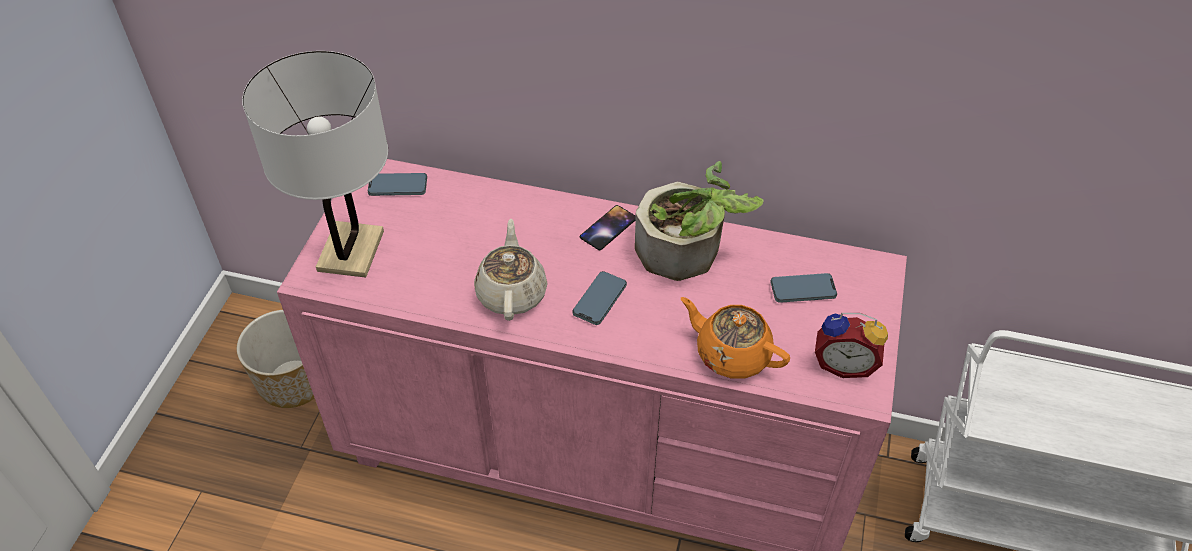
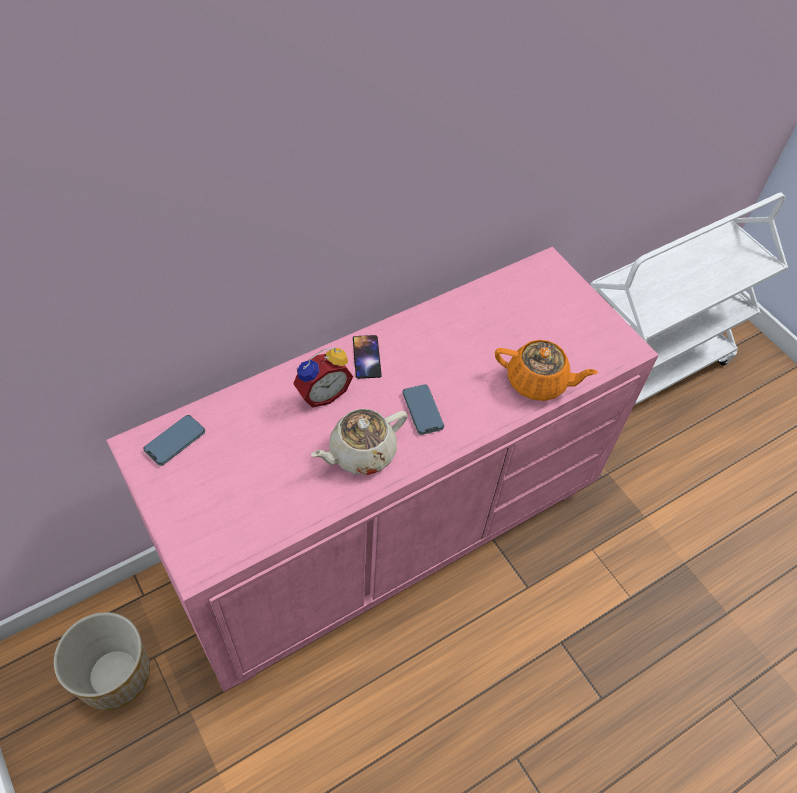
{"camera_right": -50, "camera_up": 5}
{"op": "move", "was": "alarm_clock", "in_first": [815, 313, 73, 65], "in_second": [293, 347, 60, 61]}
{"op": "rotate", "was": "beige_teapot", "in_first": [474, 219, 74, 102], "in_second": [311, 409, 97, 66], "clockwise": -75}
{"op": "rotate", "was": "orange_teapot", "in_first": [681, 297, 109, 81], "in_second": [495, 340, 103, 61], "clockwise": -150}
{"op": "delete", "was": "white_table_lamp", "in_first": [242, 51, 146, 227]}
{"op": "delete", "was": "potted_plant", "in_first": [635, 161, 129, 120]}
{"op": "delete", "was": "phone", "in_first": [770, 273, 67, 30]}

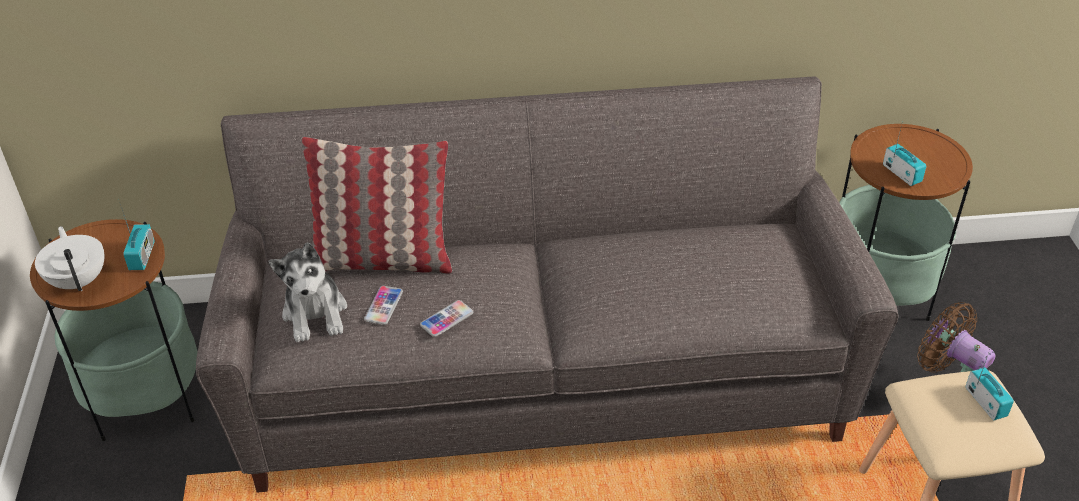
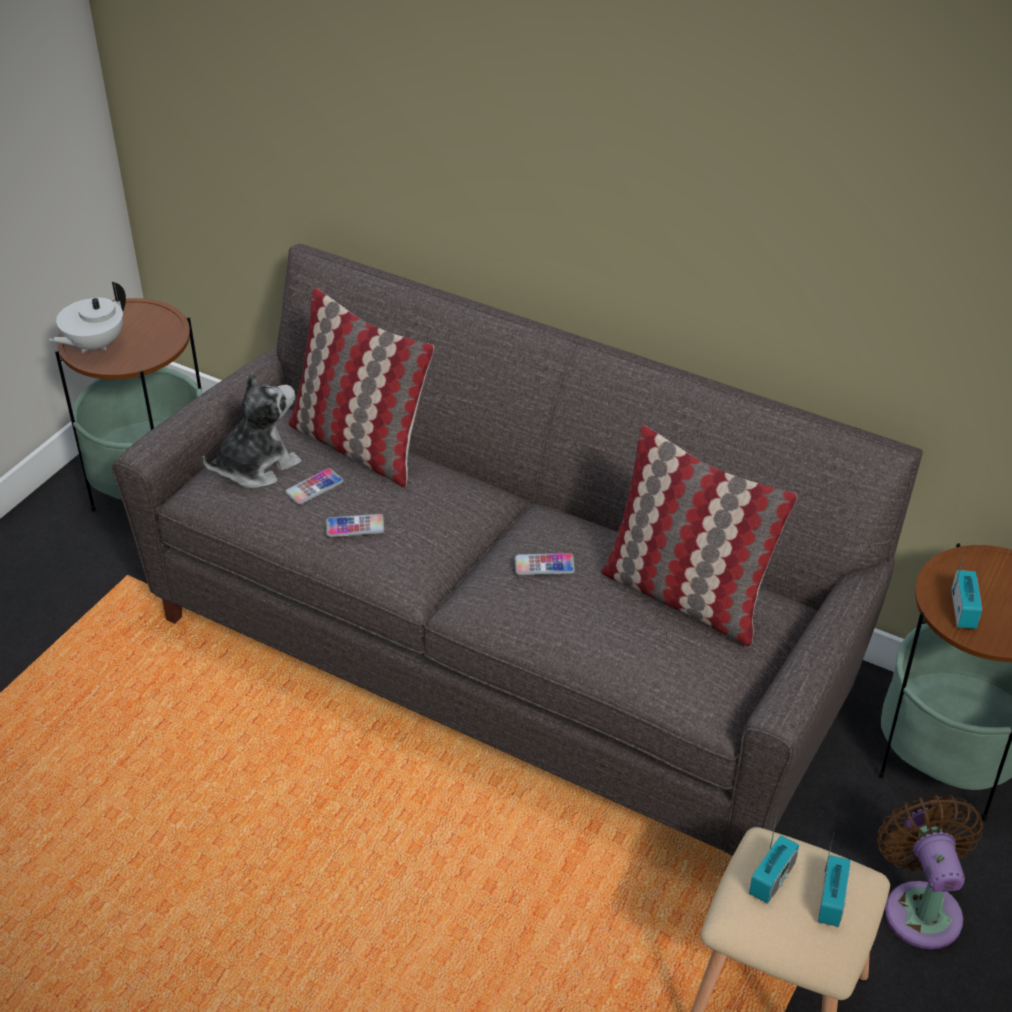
{"camera_right": 35, "camera_up": 0}
{"op": "rotate", "was": "white_teapot", "in_first": [35, 226, 69, 65], "in_second": [49, 282, 77, 71], "clockwise": -150}
{"op": "rotate", "was": "plush_toy", "in_first": [268, 242, 79, 100], "in_second": [202, 372, 100, 116], "clockwise": -150}
{"op": "insert", "now": "phone", "in_second": [515, 553, 60, 22]}
{"op": "insert", "now": "pillow", "in_second": [600, 425, 197, 221]}
{"op": "move", "was": "radio", "in_first": [120, 204, 35, 66], "in_second": [749, 809, 50, 95]}

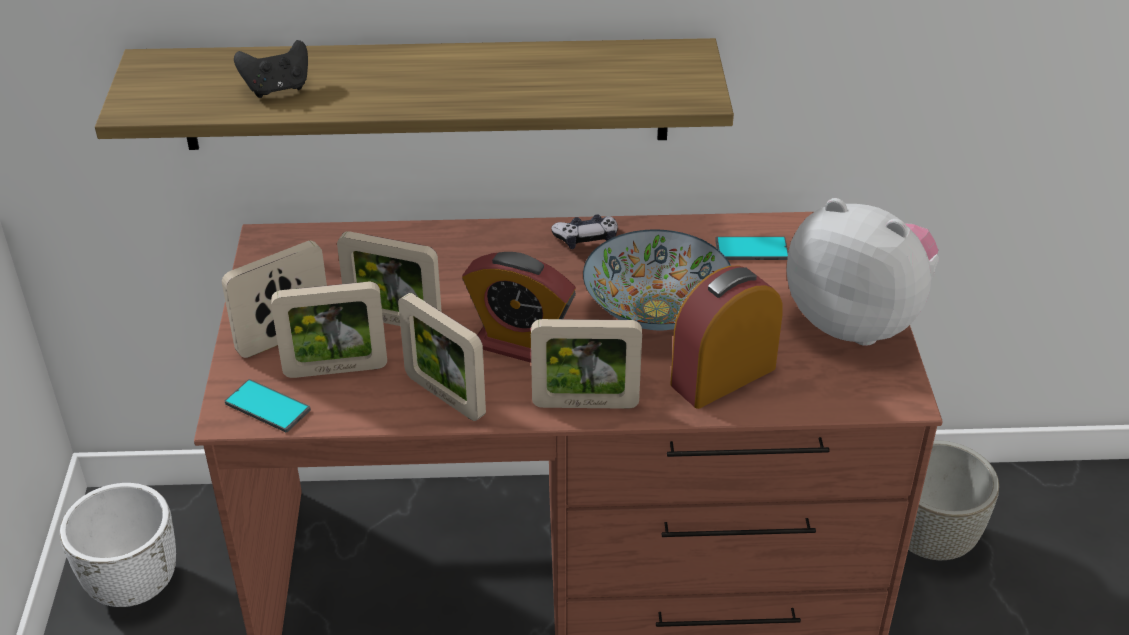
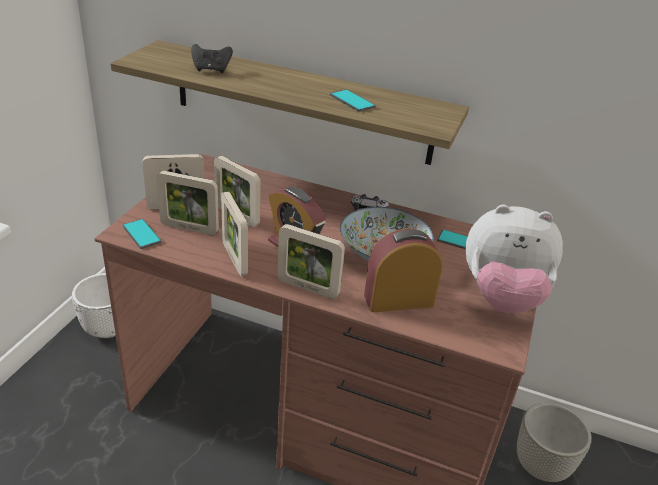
{"camera_right": 20, "camera_up": -5}
{"op": "insert", "now": "phone", "in_second": [330, 89, 46, 23]}
{"op": "rotate", "was": "plush_toy", "in_first": [786, 198, 153, 148], "in_second": [465, 205, 98, 109], "clockwise": 135}

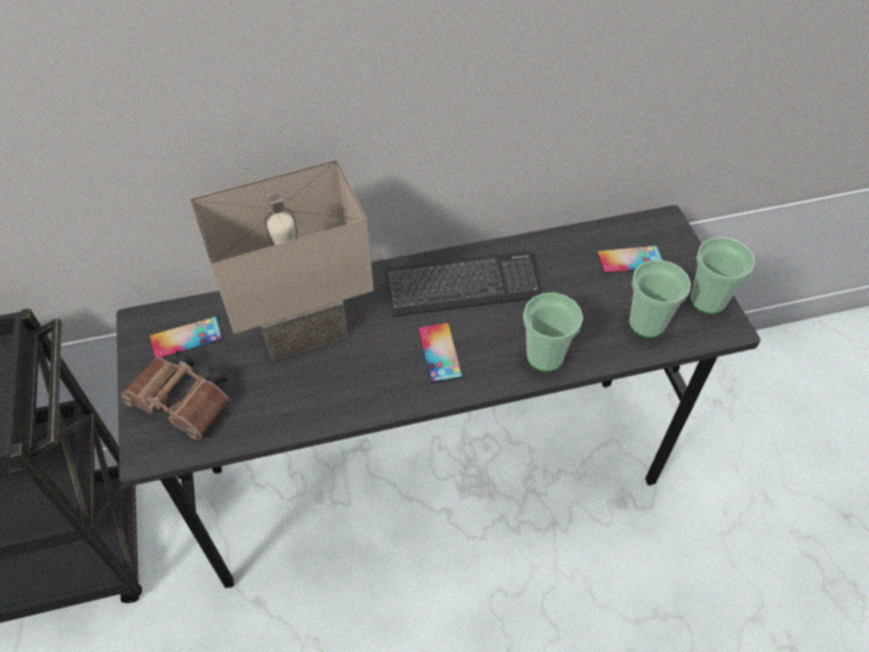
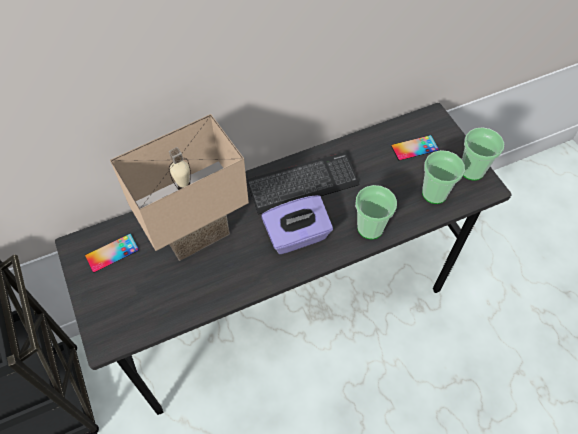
{"camera_right": -10, "camera_up": 5}
{"op": "replace", "was": "phone", "now": "purple_tissue_box", "in_first": [418, 323, 45, 60], "in_second": [261, 195, 72, 59]}
{"op": "delete", "was": "brown_binoculars", "in_first": [121, 350, 108, 90]}

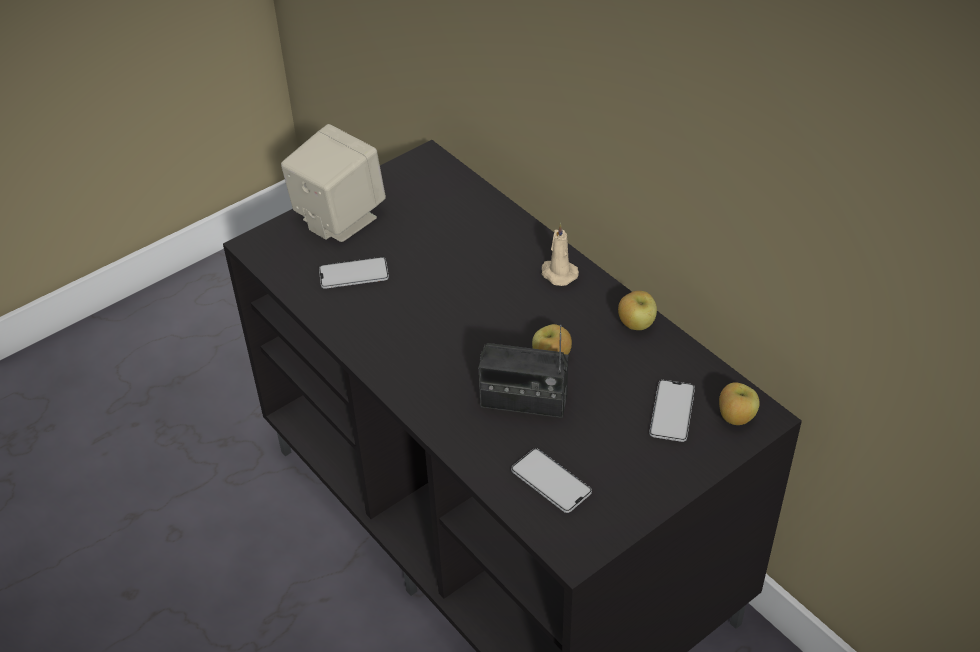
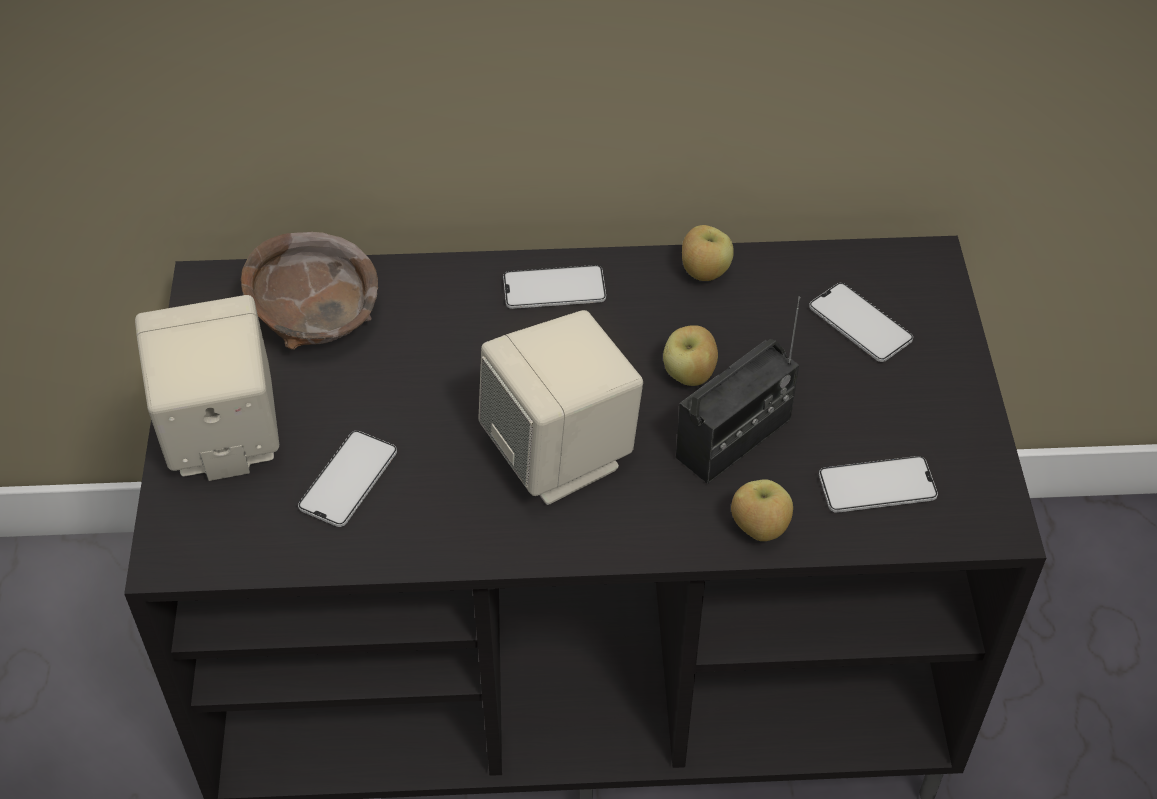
{"camera_right": -55, "camera_up": 5}
{"op": "insert", "now": "brown_bowl", "in_second": [241, 232, 137, 118]}
{"op": "insert", "now": "beige_speaker", "in_second": [478, 310, 165, 195]}
{"op": "replace", "was": "beige_candle", "now": "phone", "in_first": [541, 223, 38, 63], "in_second": [503, 265, 103, 44]}
{"op": "move", "was": "apple", "in_first": [719, 382, 41, 43], "in_second": [731, 479, 62, 62]}

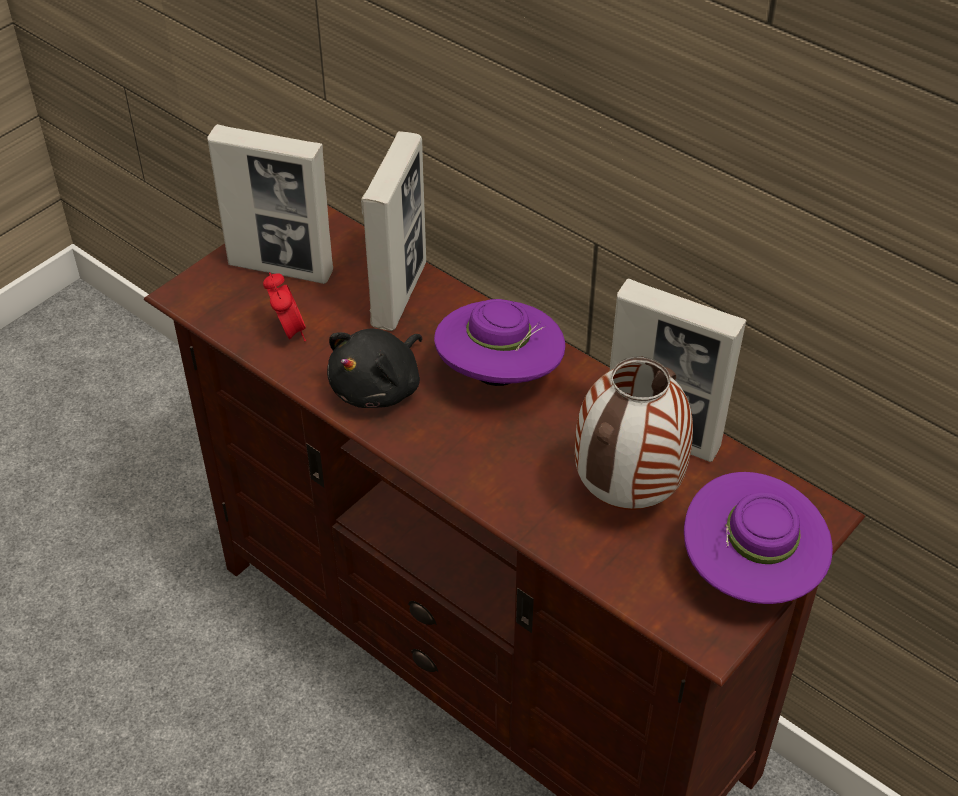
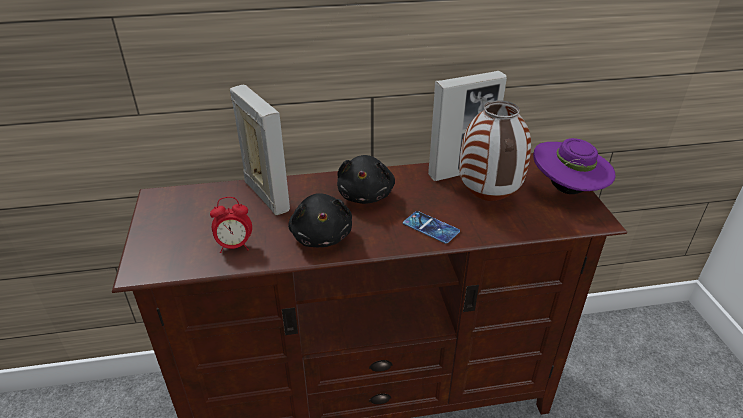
{"camera_right": -50, "camera_up": -10}
{"op": "rotate", "was": "alarm_clock", "in_first": [263, 272, 43, 70], "in_second": [210, 197, 42, 56], "clockwise": 150}
{"op": "replace", "was": "purple_hat", "now": "black_plush_toy", "in_first": [434, 299, 131, 87], "in_second": [337, 155, 58, 49]}
{"op": "insert", "now": "phone", "in_second": [403, 211, 57, 33]}
{"op": "delete", "was": "picture_frame", "in_first": [207, 124, 126, 160]}

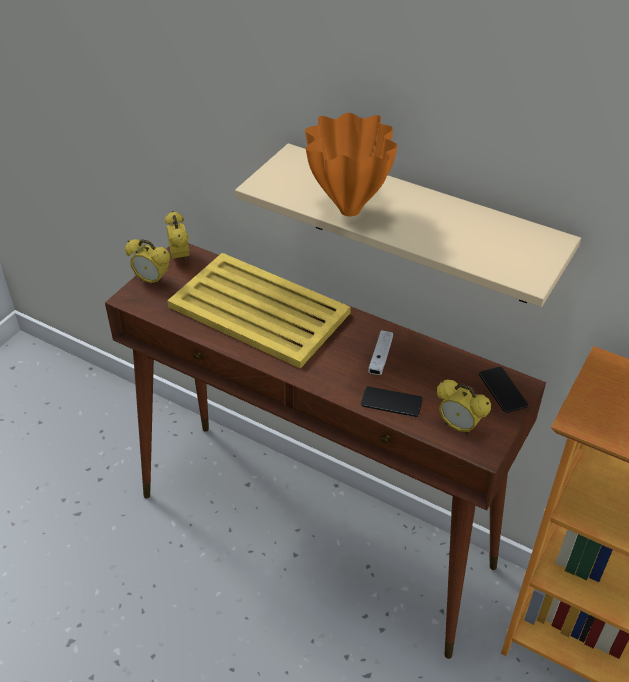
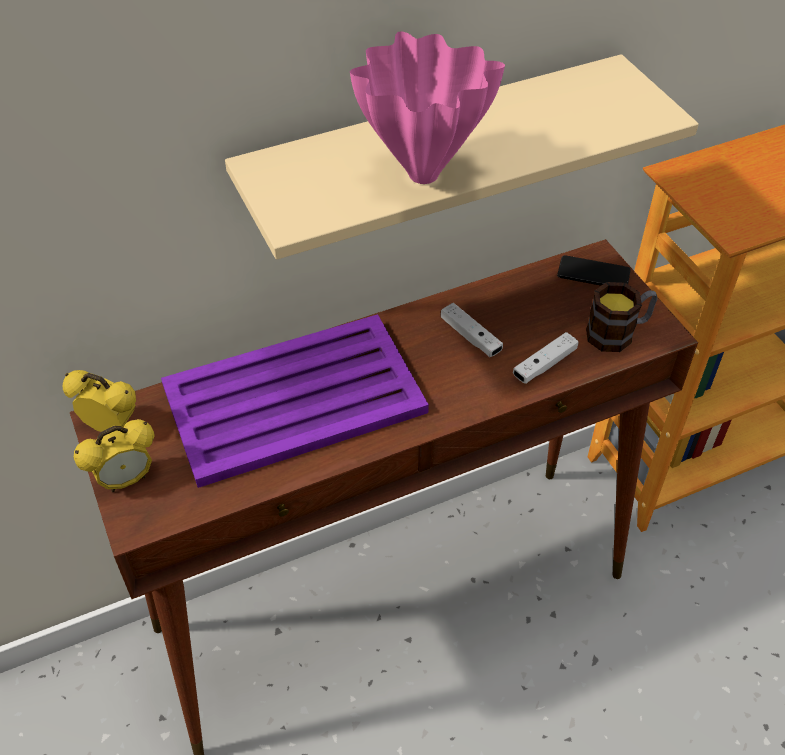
{"camera_right": -55, "camera_up": 5}
{"op": "recolor", "was": "yellow_tray", "now": "purple_tray", "in_first": [167, 253, 184, 116], "in_second": [161, 314, 268, 174]}
{"op": "recolor", "was": "orange_vase", "now": "pink_vase", "in_first": [305, 113, 93, 104], "in_second": [350, 31, 155, 153]}
{"op": "replace", "was": "phone", "now": "white_game_controller", "in_first": [361, 386, 62, 31], "in_second": [513, 332, 66, 52]}
{"op": "replace", "was": "alarm_clock", "now": "mug", "in_first": [437, 380, 54, 55], "in_second": [586, 282, 71, 70]}

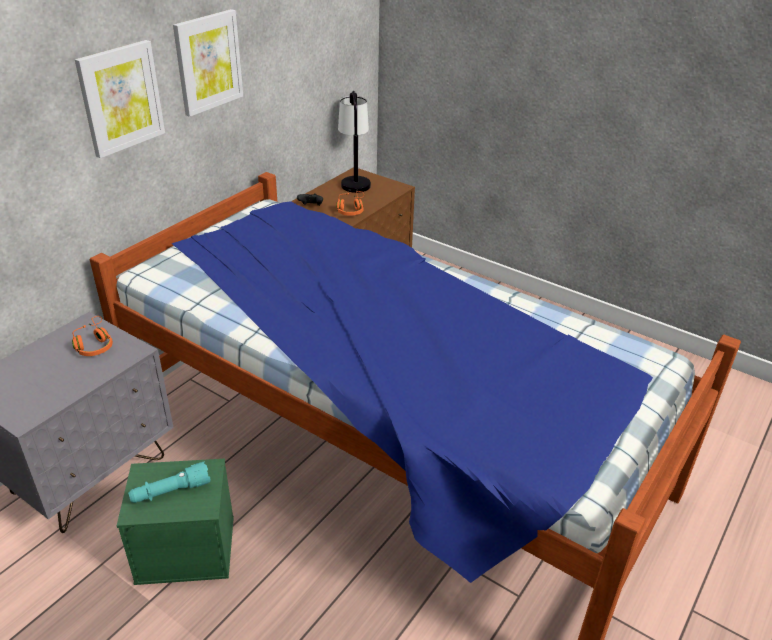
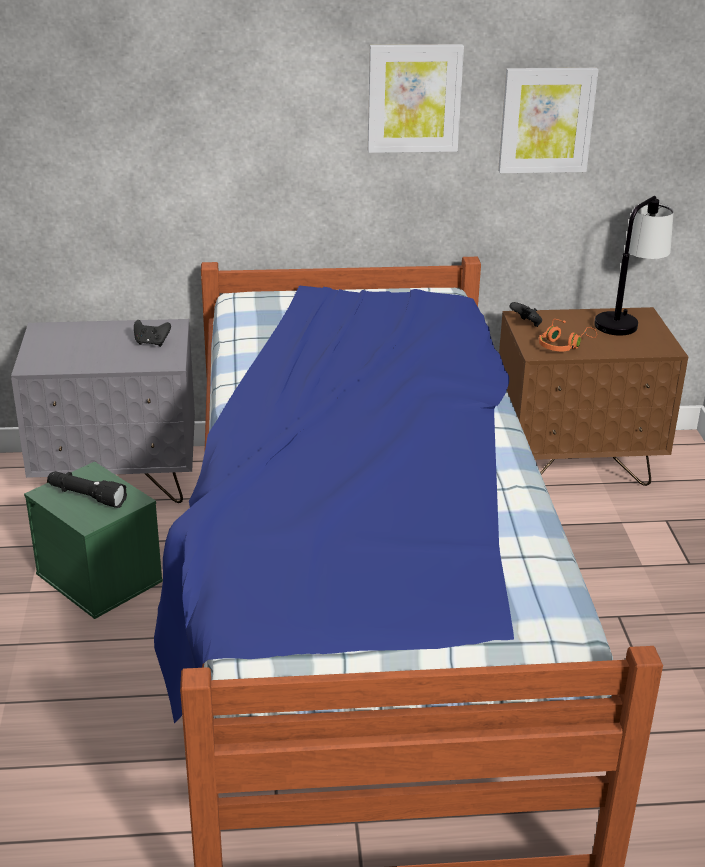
{"camera_right": 50, "camera_up": -5}
{"op": "recolor", "was": "turquoise_flashlight", "now": "black_flashlight", "in_first": [128, 462, 83, 41], "in_second": [47, 471, 80, 37]}
{"op": "replace", "was": "orange_headphones", "now": "black_game_controller", "in_first": [72, 316, 41, 40], "in_second": [134, 320, 37, 27]}
{"op": "move", "was": "picture", "in_first": [75, 40, 90, 118], "in_second": [498, 68, 100, 105]}

